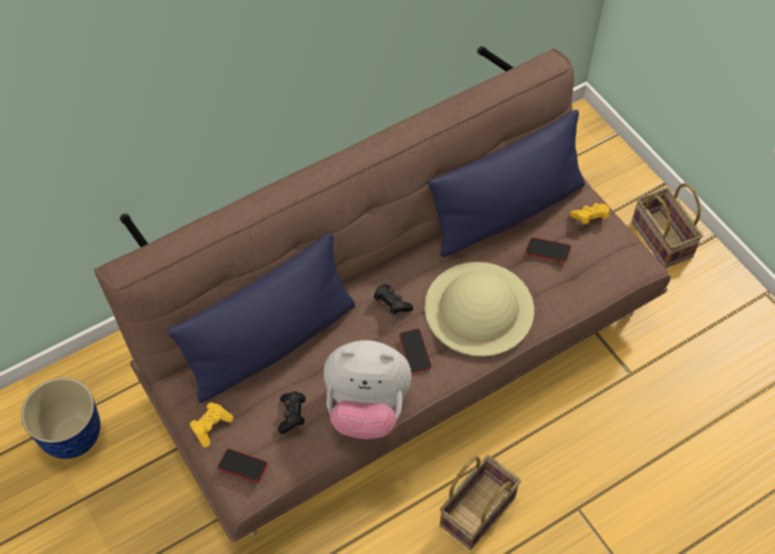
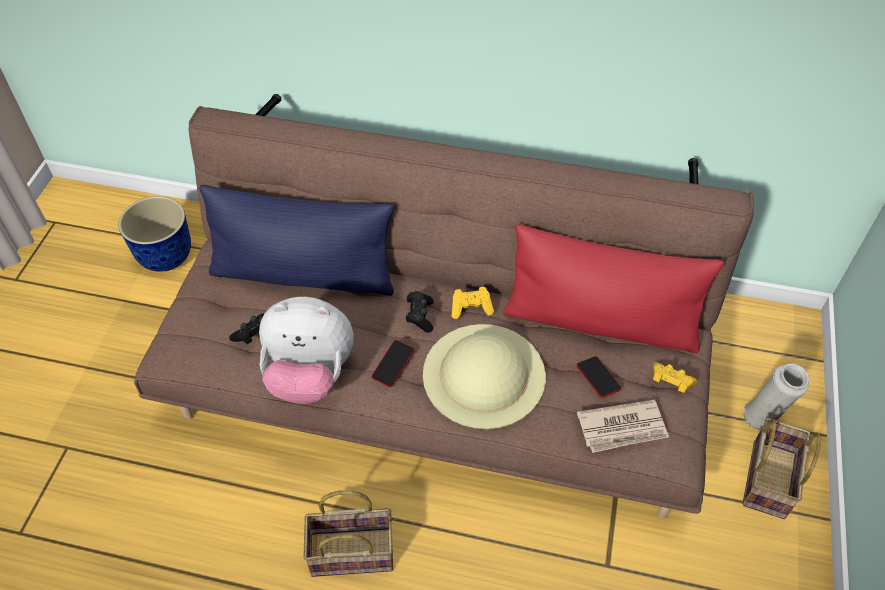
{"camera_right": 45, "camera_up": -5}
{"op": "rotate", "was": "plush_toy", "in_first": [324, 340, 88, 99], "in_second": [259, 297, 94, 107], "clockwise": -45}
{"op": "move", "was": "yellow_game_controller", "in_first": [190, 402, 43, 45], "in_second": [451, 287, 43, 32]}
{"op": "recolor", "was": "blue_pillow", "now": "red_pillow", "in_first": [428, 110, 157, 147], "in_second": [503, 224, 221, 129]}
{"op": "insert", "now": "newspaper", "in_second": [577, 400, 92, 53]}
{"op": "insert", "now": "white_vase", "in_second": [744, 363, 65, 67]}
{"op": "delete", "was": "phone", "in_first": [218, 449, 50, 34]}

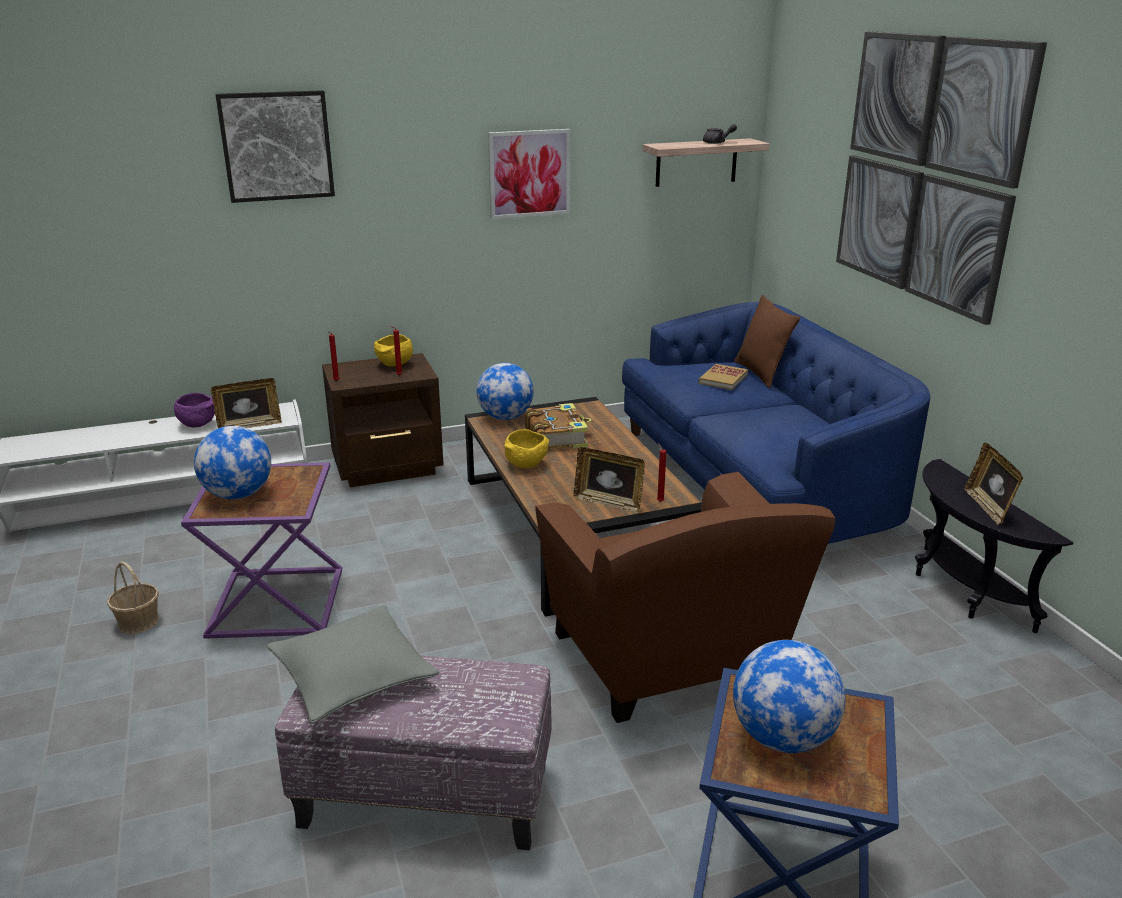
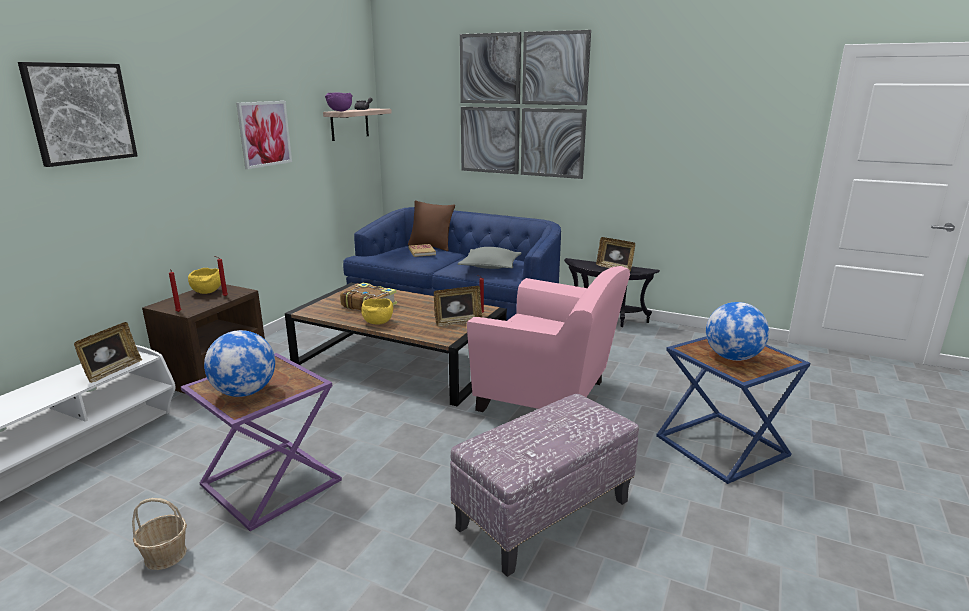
{"camera_right": -45, "camera_up": -5}
{"op": "move", "was": "purple_bowl", "in_first": [174, 393, 41, 35], "in_second": [325, 92, 28, 19]}
{"op": "move", "was": "grey_pillow", "in_first": [267, 605, 173, 118], "in_second": [458, 247, 64, 22]}
{"op": "recolor", "was": "brown_armchair", "now": "pink_armchair", "in_first": [536, 472, 299, 251], "in_second": [467, 266, 163, 146]}
{"op": "delete", "was": "globe", "in_first": [477, 363, 57, 57]}

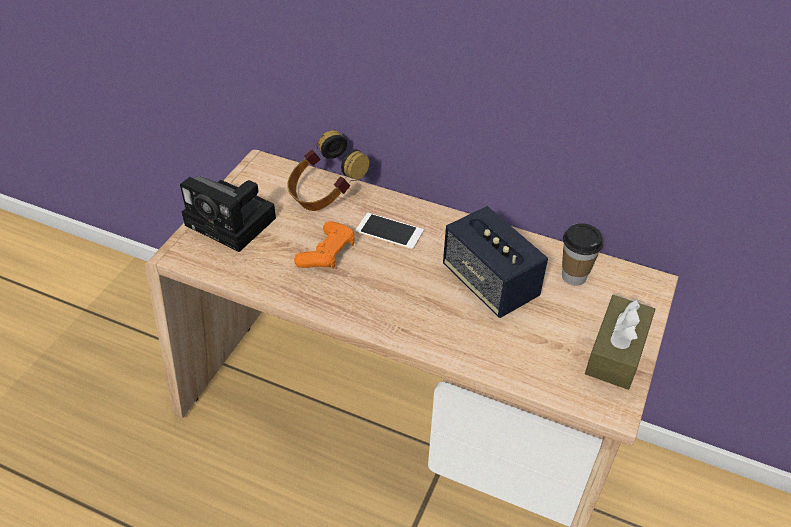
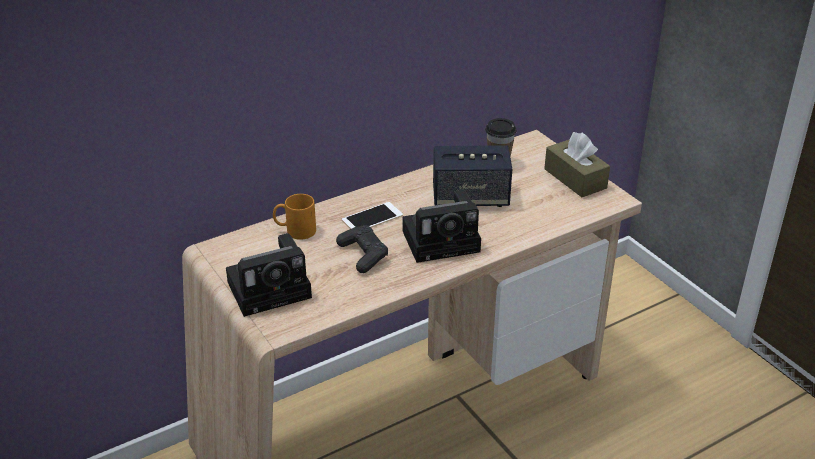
{"camera_right": -55, "camera_up": -10}
{"op": "replace", "was": "headphones", "now": "orange_mug", "in_first": [287, 130, 82, 81], "in_second": [273, 194, 43, 46]}
{"op": "recolor", "was": "orange_game_controller", "now": "black_game_controller", "in_first": [294, 221, 61, 48], "in_second": [336, 225, 52, 48]}
{"op": "insert", "now": "photo_camera", "in_second": [403, 190, 78, 73]}

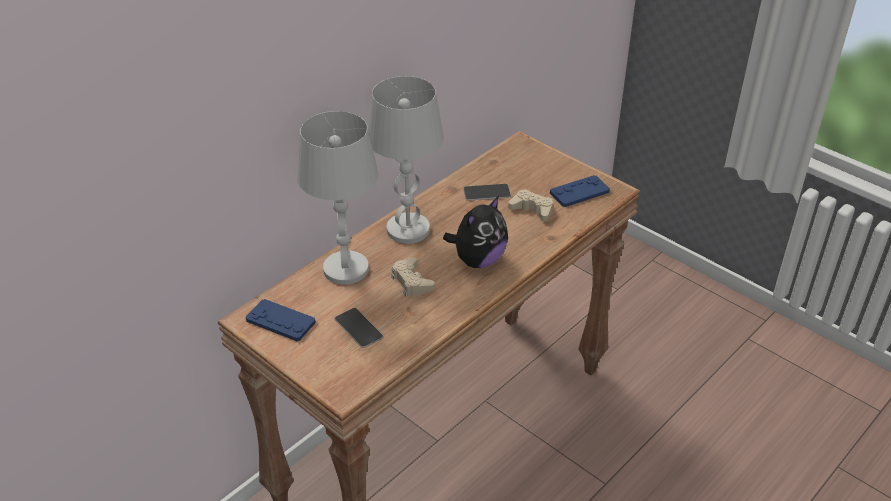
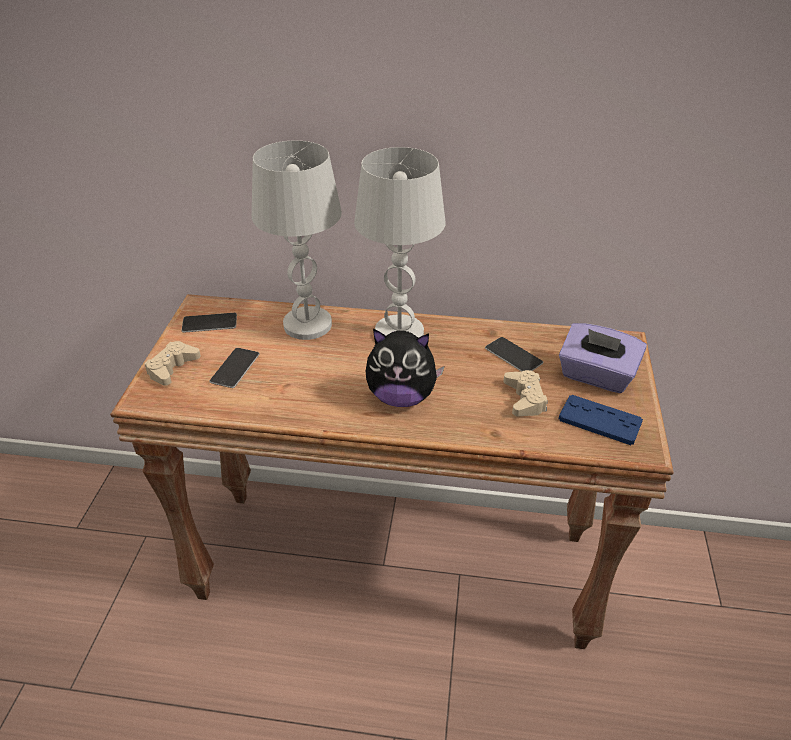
{"camera_right": 55, "camera_up": 0}
{"op": "move", "was": "beige_game_controller", "in_first": [391, 257, 44, 39], "in_second": [144, 341, 57, 45]}
{"op": "replace", "was": "blue_game_controller", "now": "phone", "in_first": [246, 299, 70, 42], "in_second": [182, 313, 55, 20]}
{"op": "insert", "now": "purple_tissue_box", "in_second": [559, 323, 88, 70]}

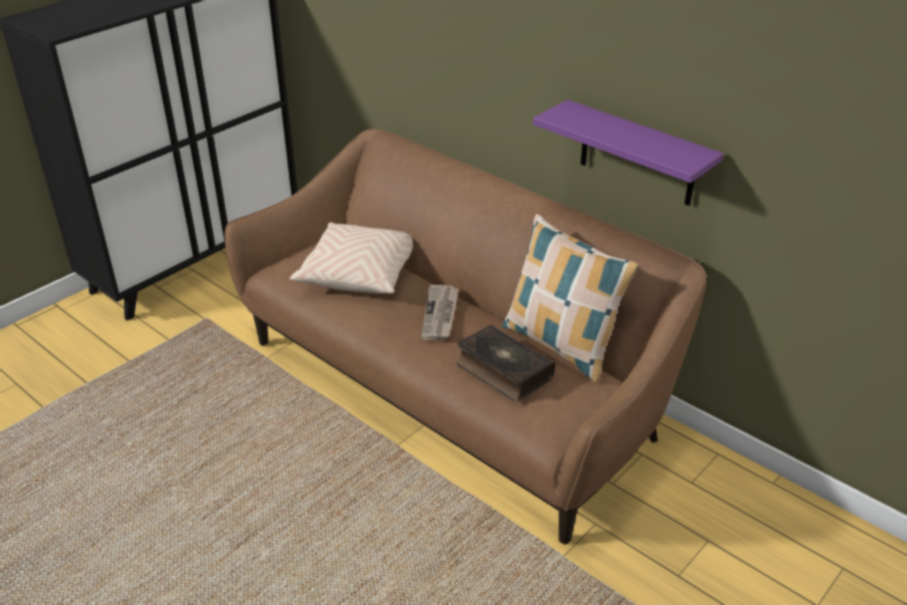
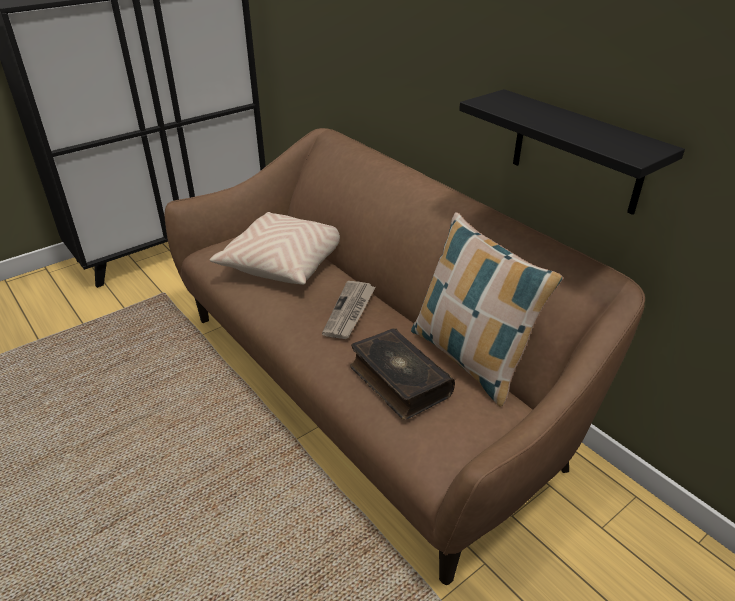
{"camera_right": 10, "camera_up": 0}
{"op": "recolor", "was": "purple_shelf", "now": "black_shelf", "in_first": [533, 100, 191, 106], "in_second": [459, 89, 226, 126]}

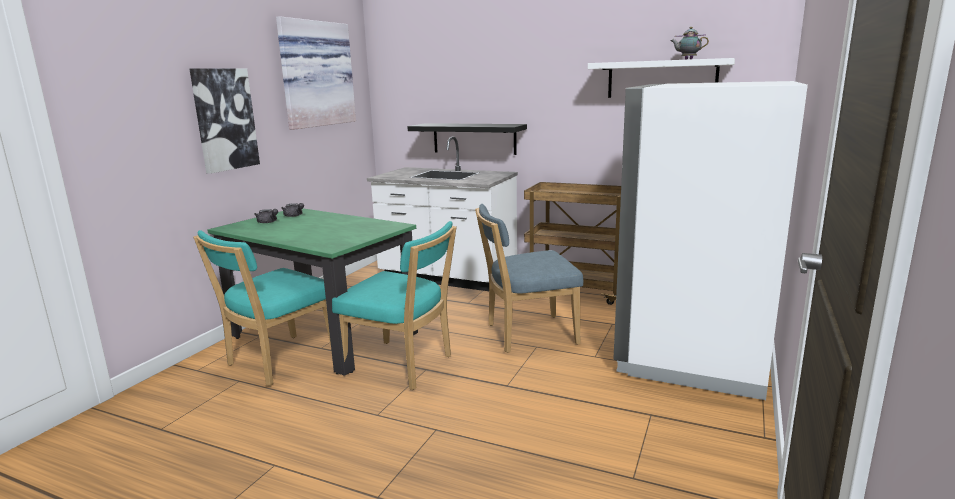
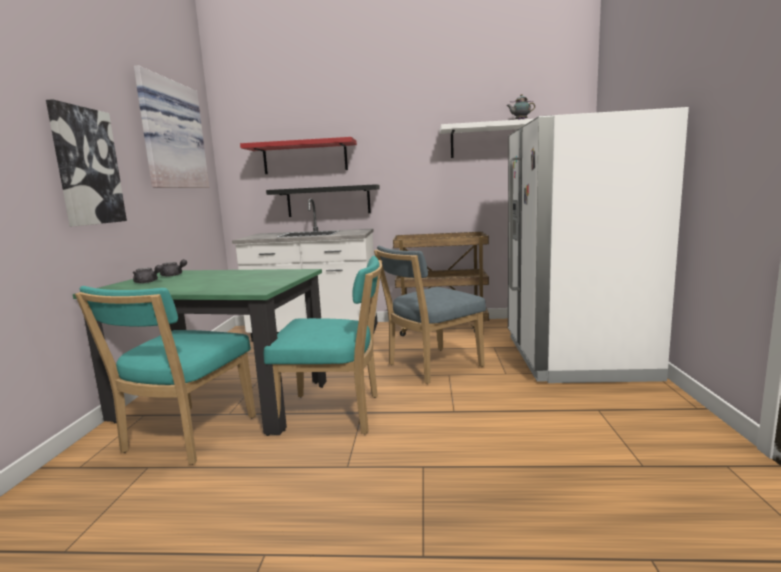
{"camera_right": -20, "camera_up": -5}
{"op": "insert", "now": "red_shelf", "in_second": [240, 137, 117, 37]}

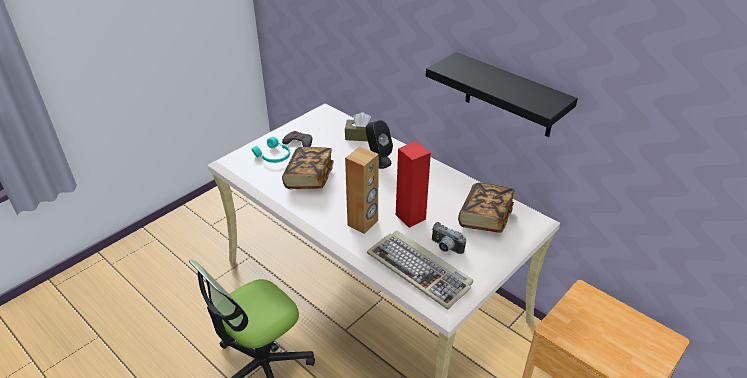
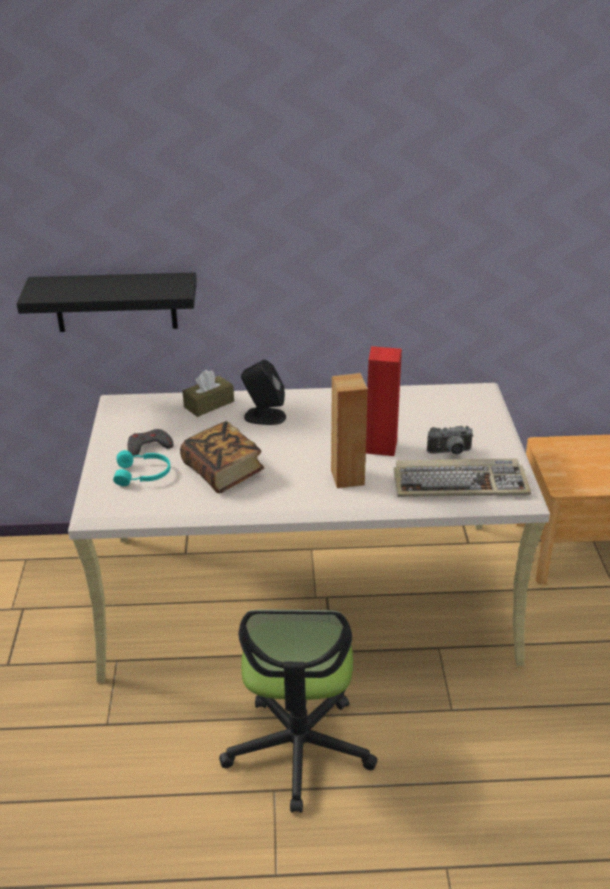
{"camera_right": -45, "camera_up": -5}
{"op": "move", "was": "black_shelf", "in_first": [426, 52, 152, 85], "in_second": [16, 272, 181, 60]}
{"op": "delete", "was": "book", "in_first": [458, 183, 57, 50]}

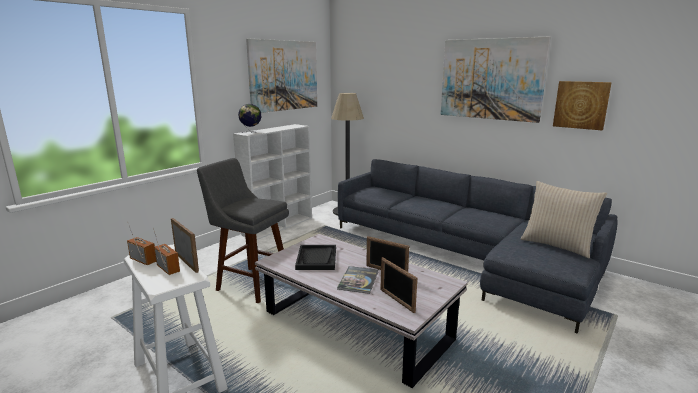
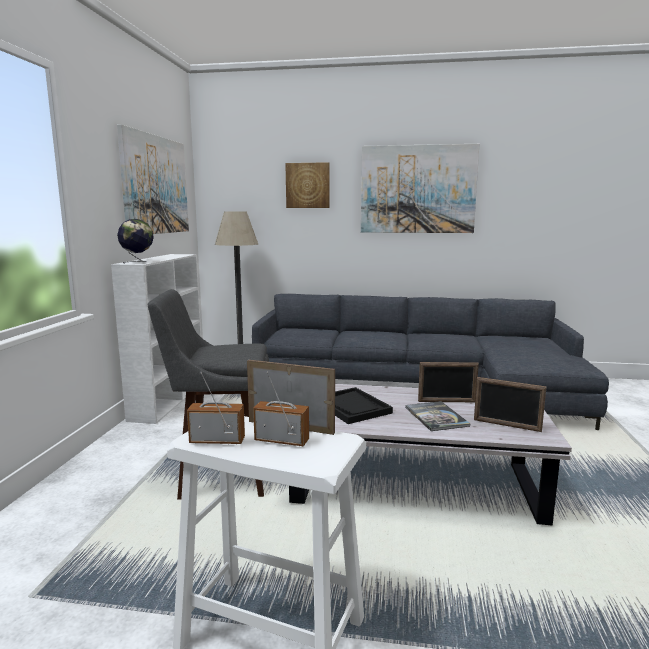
{"camera_right": -30, "camera_up": -5}
{"op": "move", "was": "picture", "in_first": [553, 81, 59, 49], "in_second": [285, 162, 45, 46]}
{"op": "delete", "was": "beige_pillow", "in_first": [521, 181, 86, 77]}

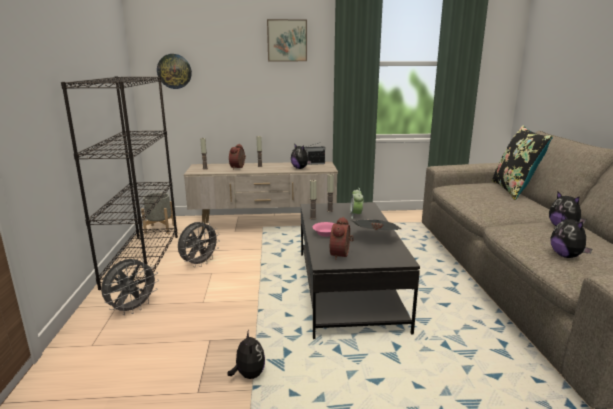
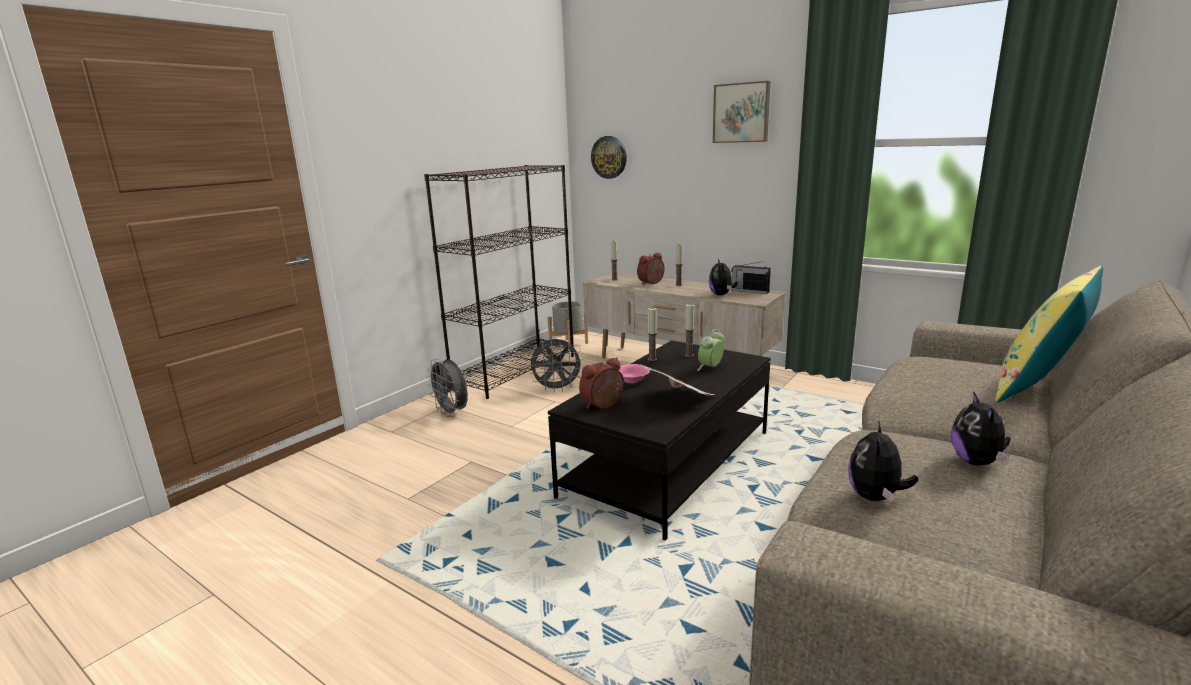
{"camera_right": 40, "camera_up": 0}
{"op": "rotate", "was": "grey_fan", "in_first": [101, 259, 58, 56], "in_second": [427, 359, 41, 58], "clockwise": 60}
{"op": "recolor", "was": "black_pillow", "now": "yellow_pillow", "in_first": [492, 125, 61, 75], "in_second": [995, 266, 108, 137]}
{"op": "delete", "was": "plush_toy", "in_first": [227, 330, 38, 49]}

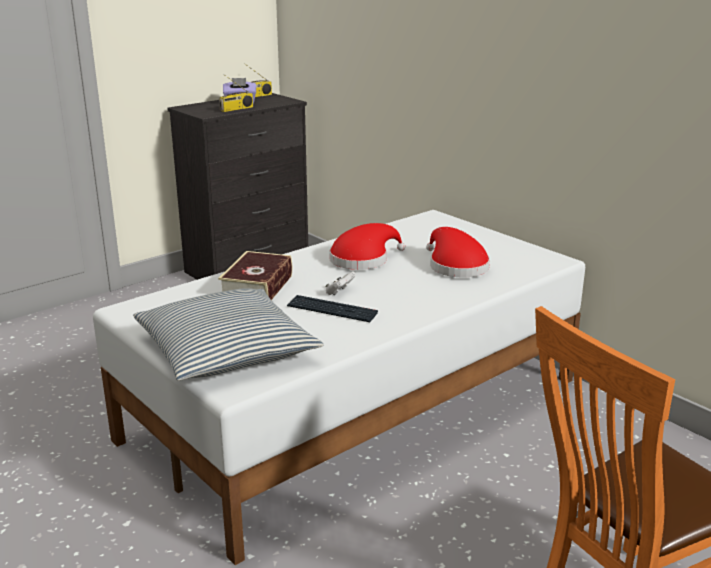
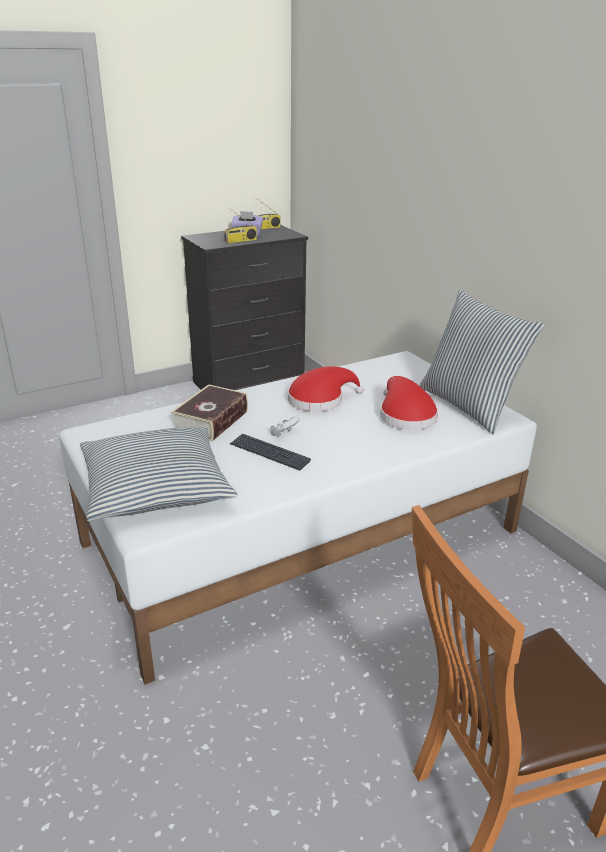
{"camera_right": 10, "camera_up": 5}
{"op": "insert", "now": "pillow", "in_second": [419, 290, 125, 145]}

